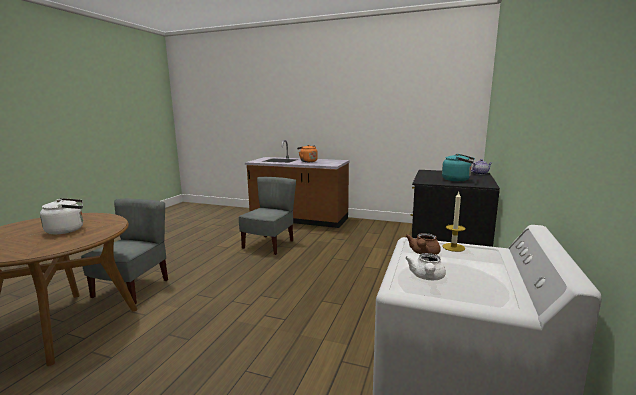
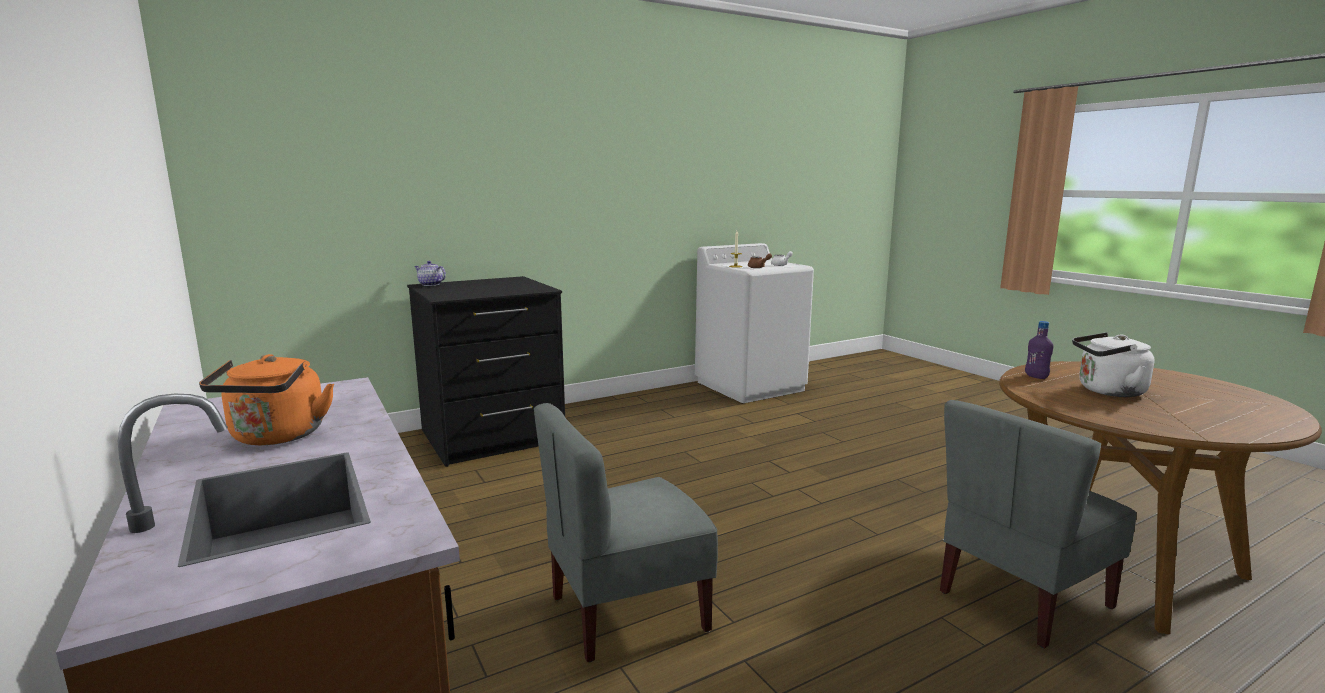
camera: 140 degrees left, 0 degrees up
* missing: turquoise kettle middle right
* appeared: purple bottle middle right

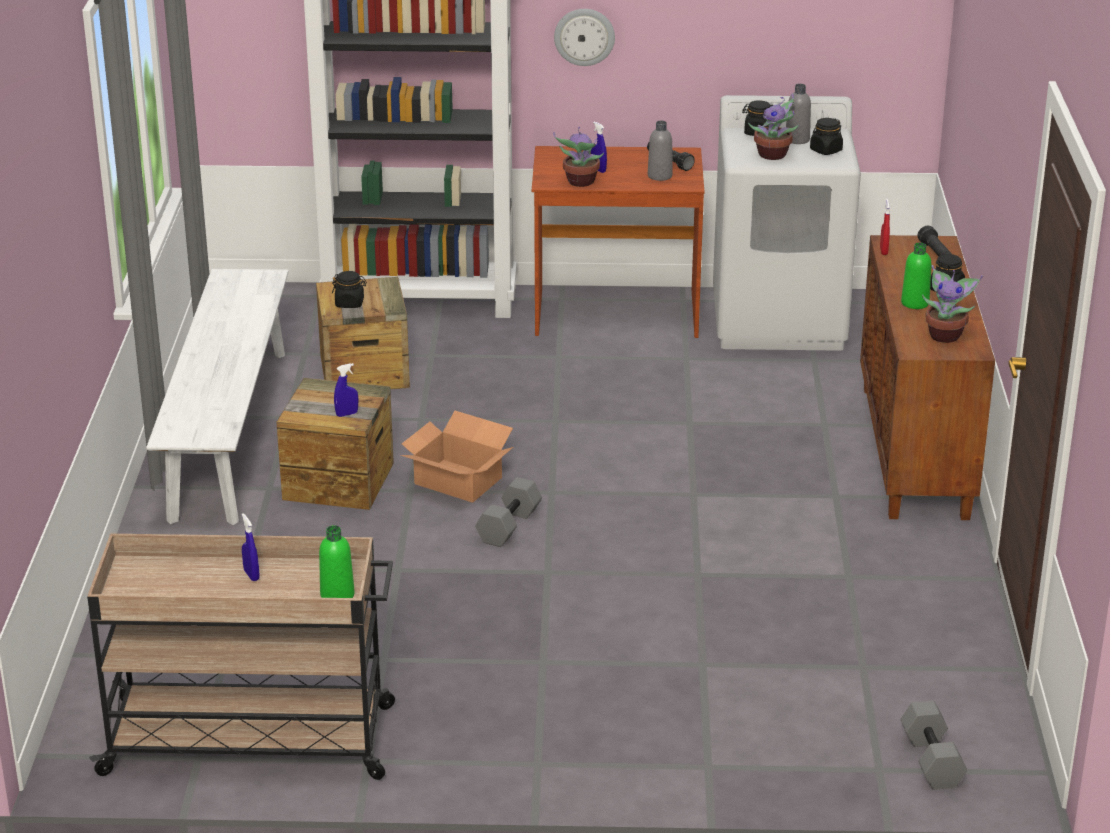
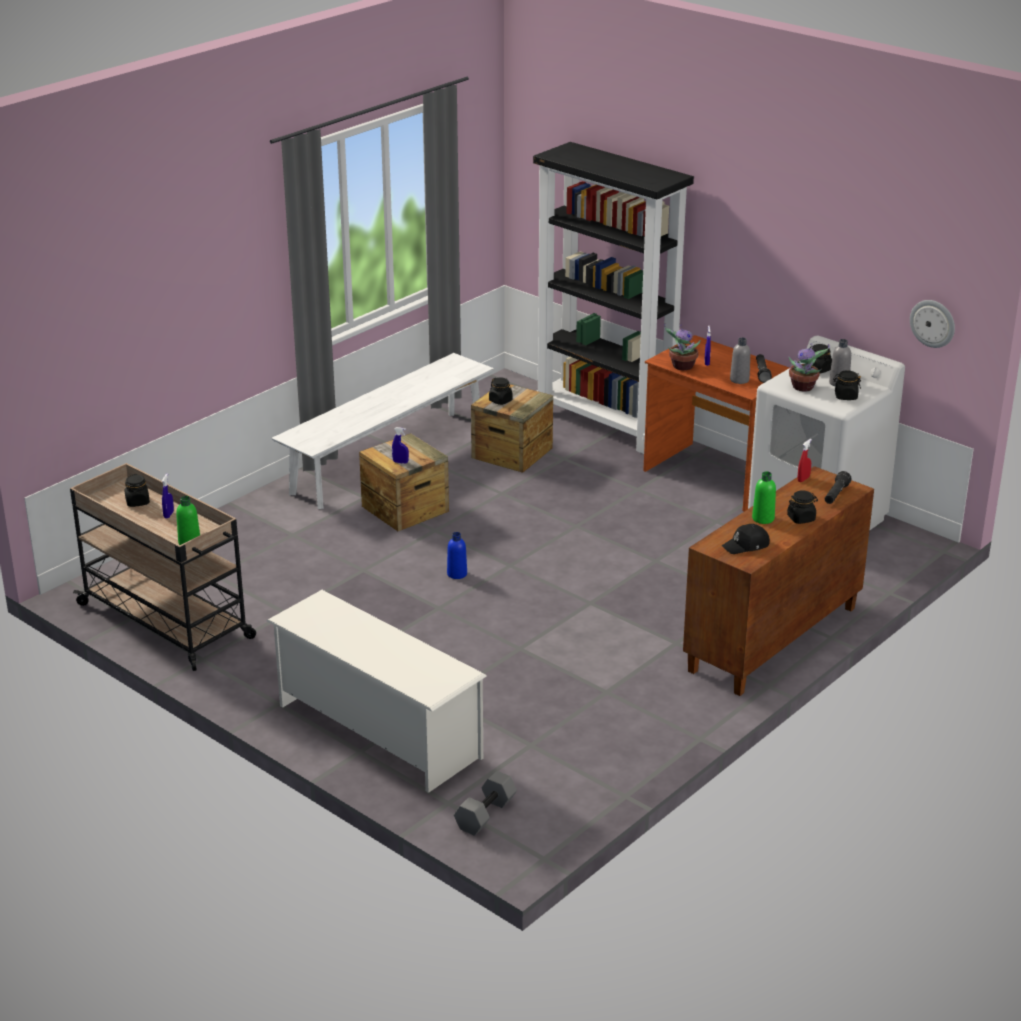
camera: 40 degrees right, 0 degrees up
* relocated: wall clock top centre to top right
* exchanged: potted plant (no. 3 from left) middle right to black cap middle right
* missing: cardboard box centre
* exchanged: grey dumbbell (no. 1 from left) centre to blue bottle centre
* appeared: black jar (no. 1 from left) middle left
* appeared: white shoe rack bottom centre

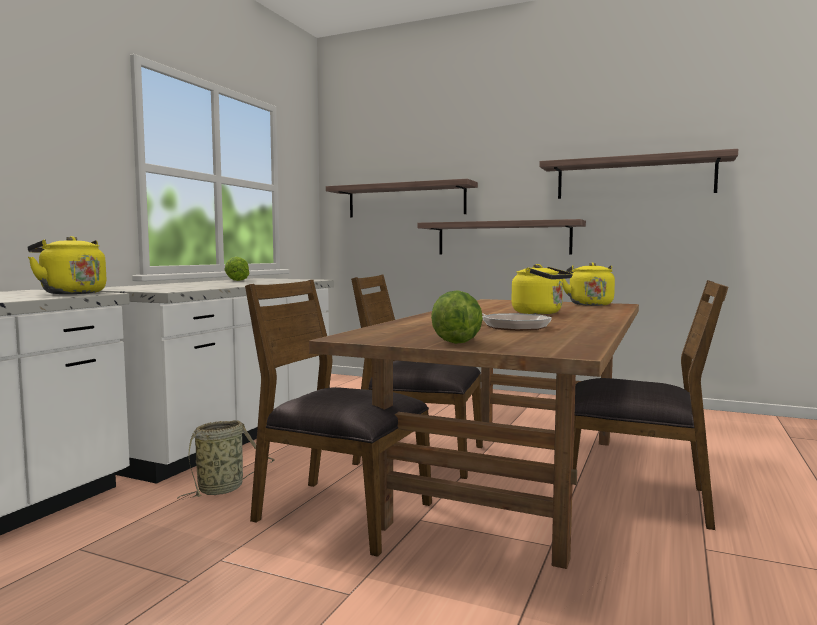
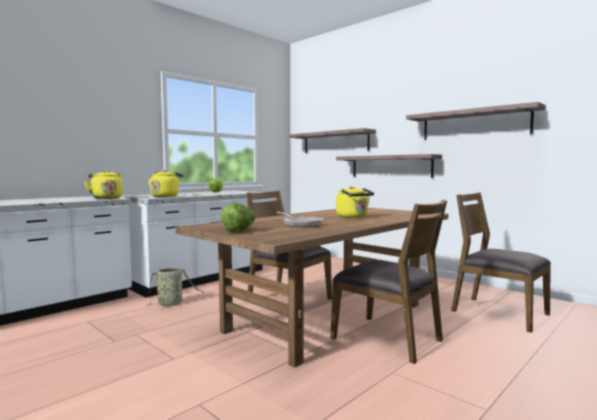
camera: 20 degrees right, 0 degrees up
* relocated: yellow kettle (no. 3 from left in the first image) middle right to yellow kettle (no. 2 from left) middle left
* relocated: brown chair (no. 1 from left in the first image) bottom centre to brown chair (no. 3 from left) middle right

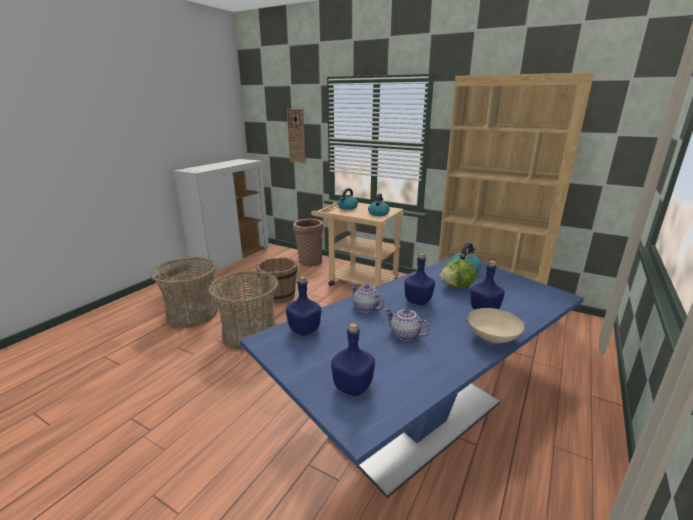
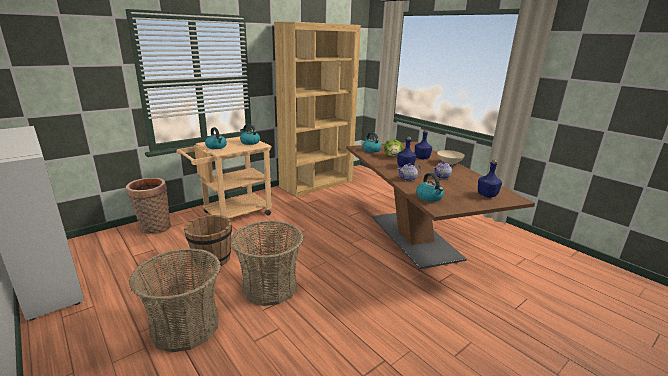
camera: 70 degrees left, 0 degrees up
* missing: wall clock top centre
* colour: blue dining table bottom centre to brown dining table centre
* exchanged: blue bottle (no. 1 from left) centre to kettle (no. 4 from left) centre

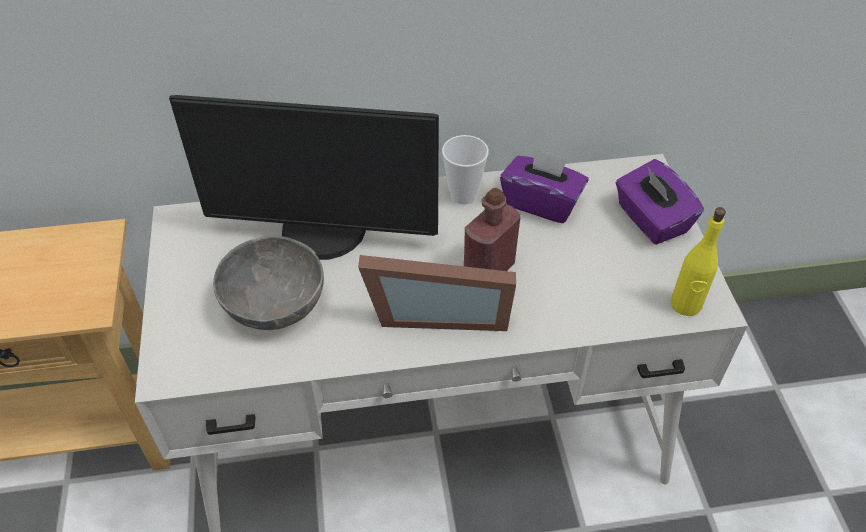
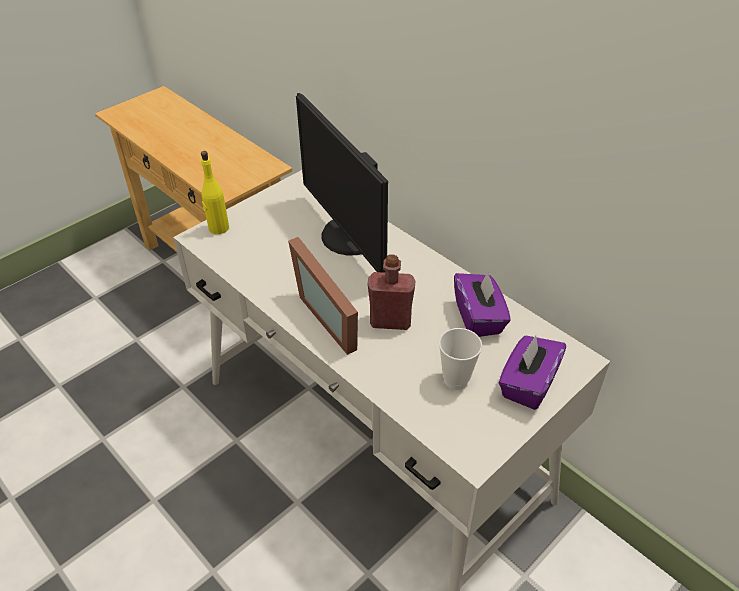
camera: 55 degrees right, 5 degrees down
* relocated: cup top centre to centre
* relocated: yellow bottle middle right to top left
* missing: grey bowl middle left

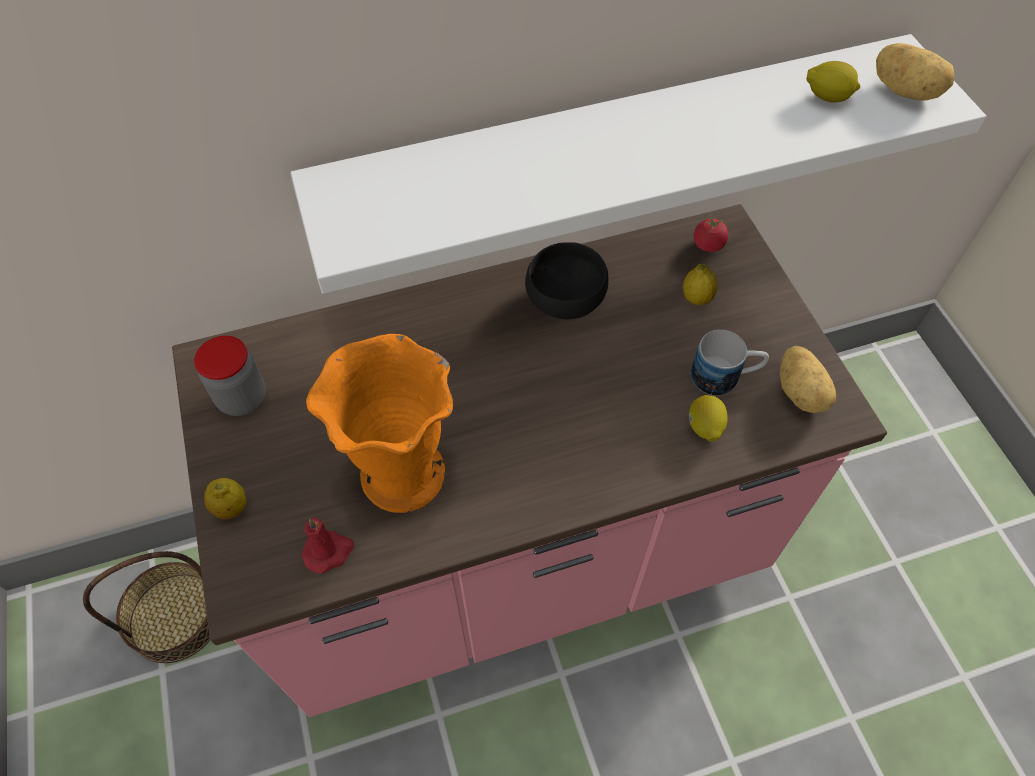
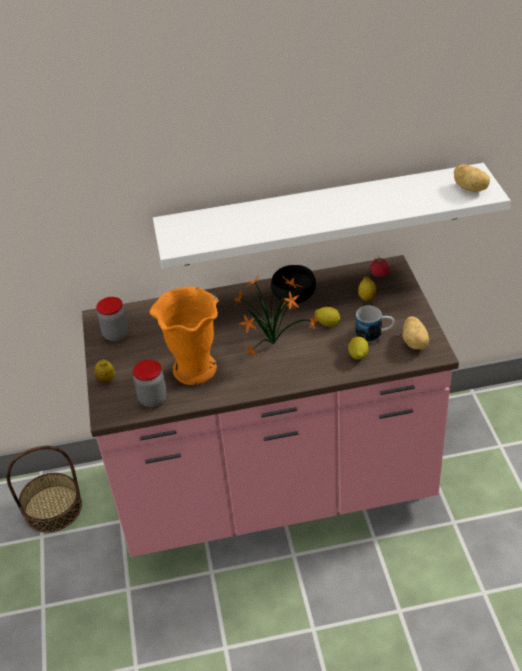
camera: 10 degrees right, 15 degrees down
* relocated: lemon (no. 4 from left in the first image) top right to lemon (no. 2 from left) centre
* exchanged: red candle bottom left to jar (no. 2 from left) middle left
* appeared: potted plant centre

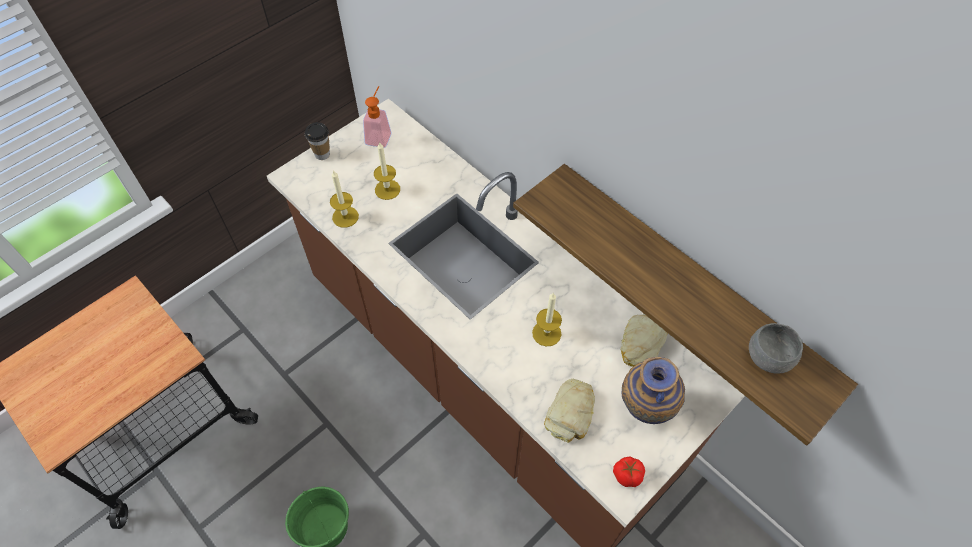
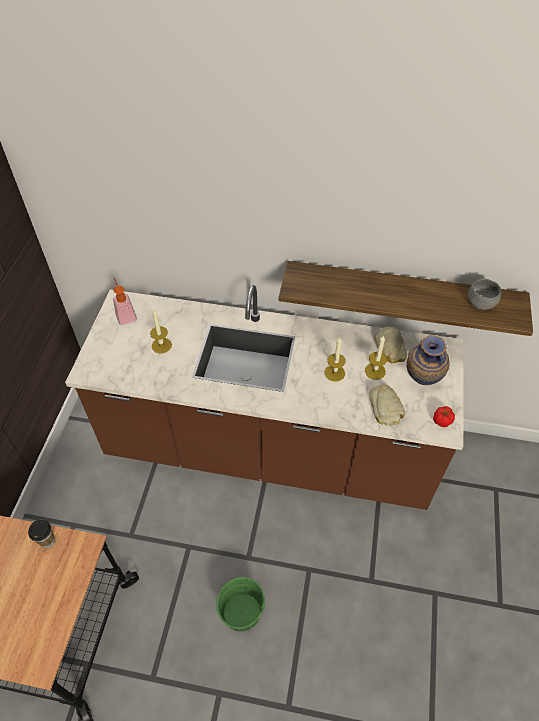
camera: 35 degrees left, 5 degrees down
* relocated: cup top left to bottom left
* relocated: candle (no. 1 from left in the first image) centre to candle (no. 3 from left) middle right

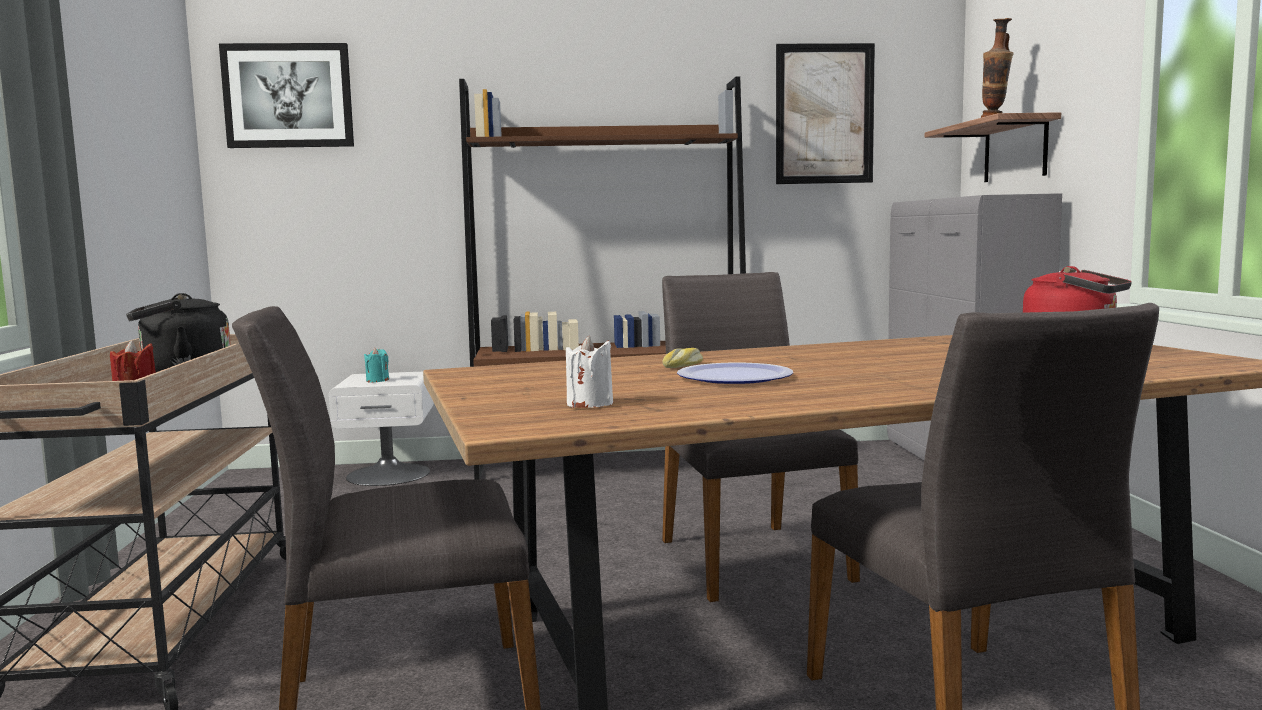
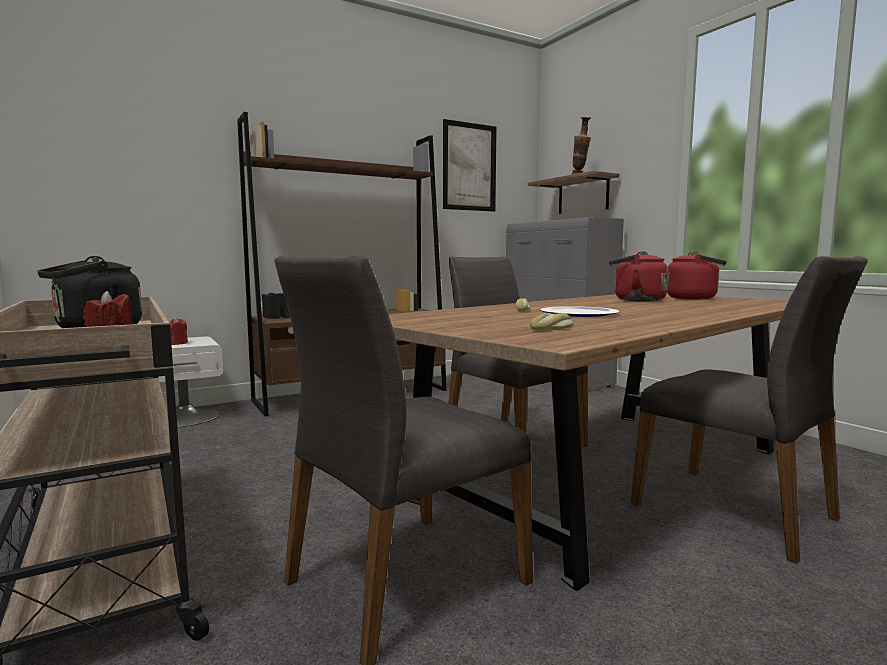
camera: 25 degrees left, 0 degrees up
* missing: picture (no. 1 from left) top left
* exchanged: white candle centre to bread (no. 2 from left) centre
* colour: turquoise candle middle left to red candle (no. 2 from left) middle left
* appeared: red kettle (no. 1 from left) middle right

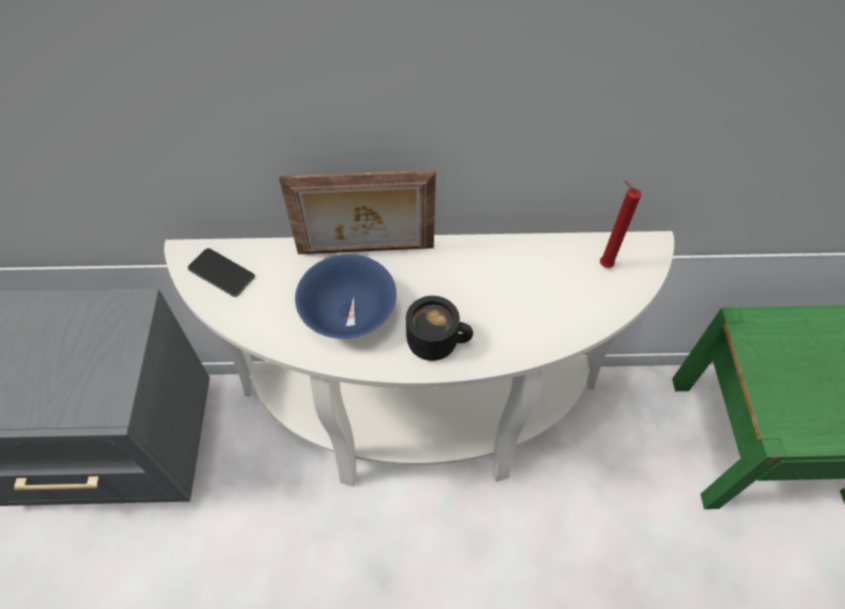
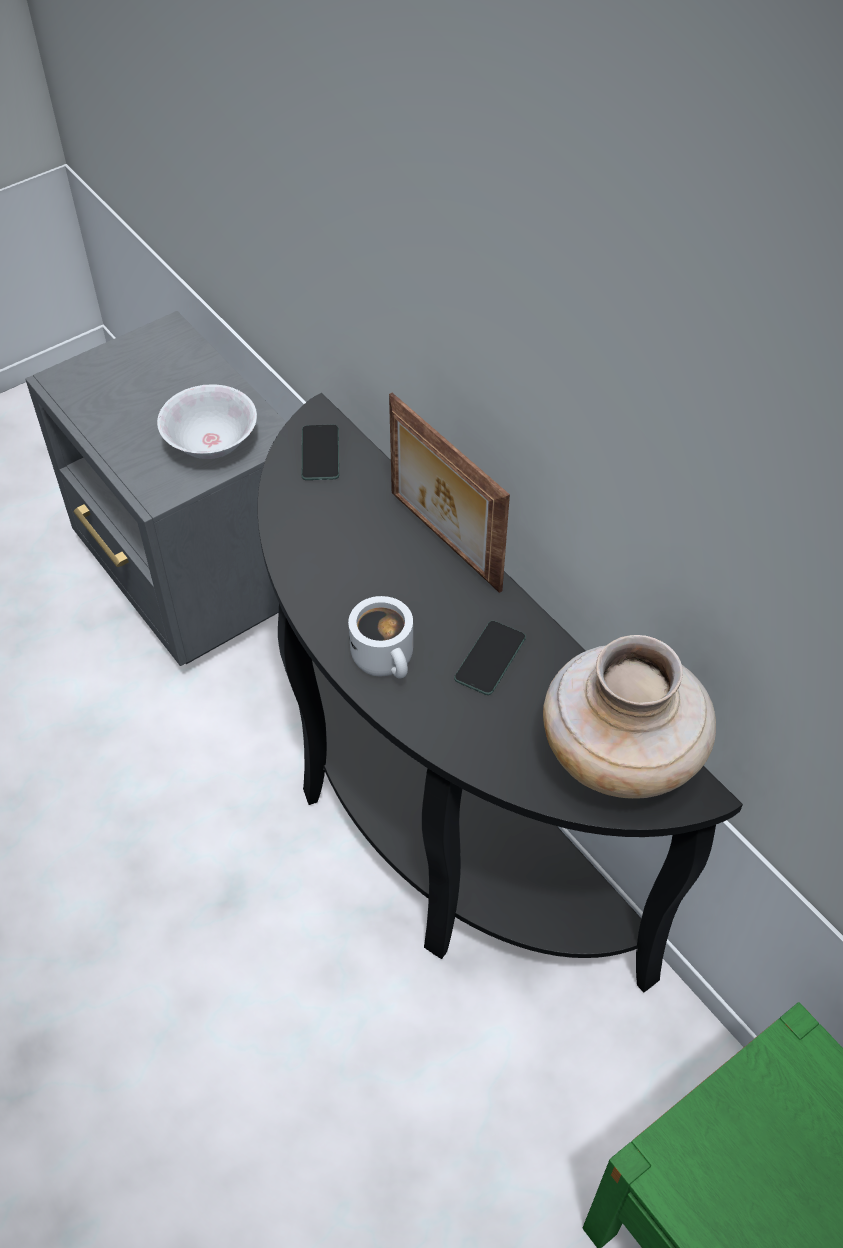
camera: 55 degrees right, 5 degrees down
* exchanged: red candle middle right to beige vase middle right
* colour: white console table centre to black console table centre
* missing: blue bowl centre
* colour: black mug centre to white mug centre
* appeared: white bowl middle left
* appeared: phone (no. 2 from left) centre

